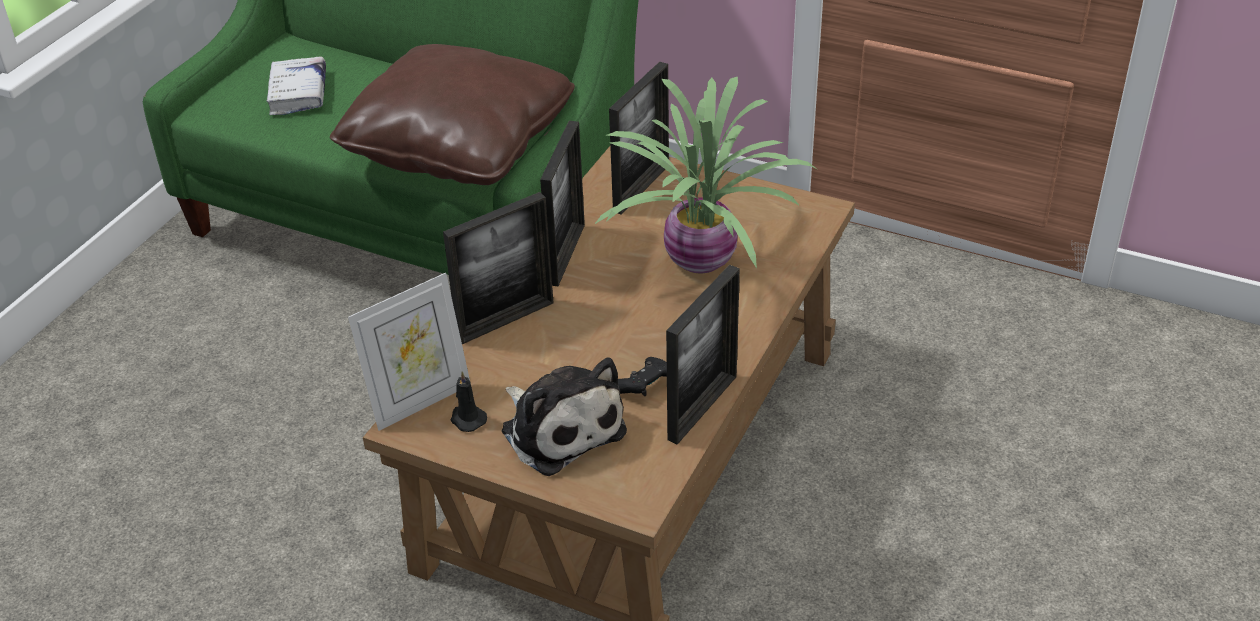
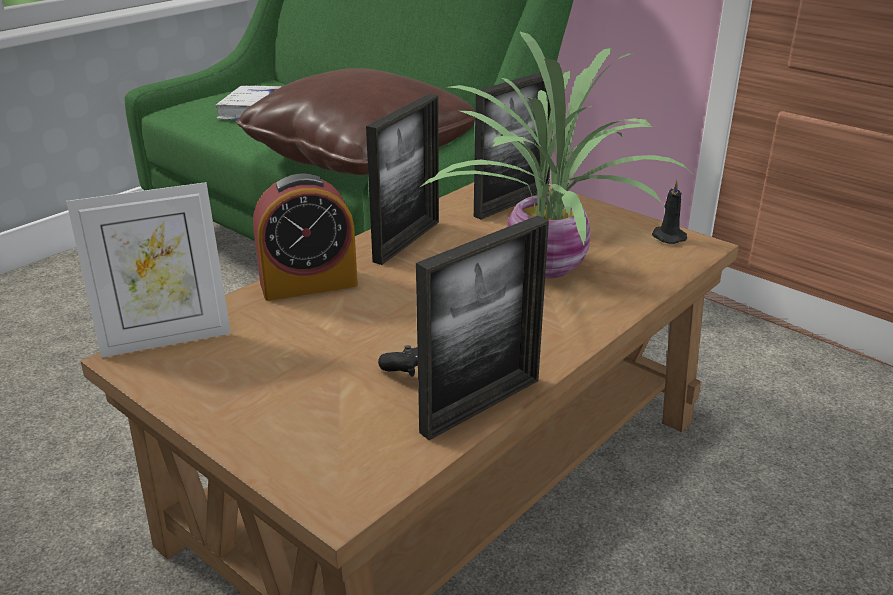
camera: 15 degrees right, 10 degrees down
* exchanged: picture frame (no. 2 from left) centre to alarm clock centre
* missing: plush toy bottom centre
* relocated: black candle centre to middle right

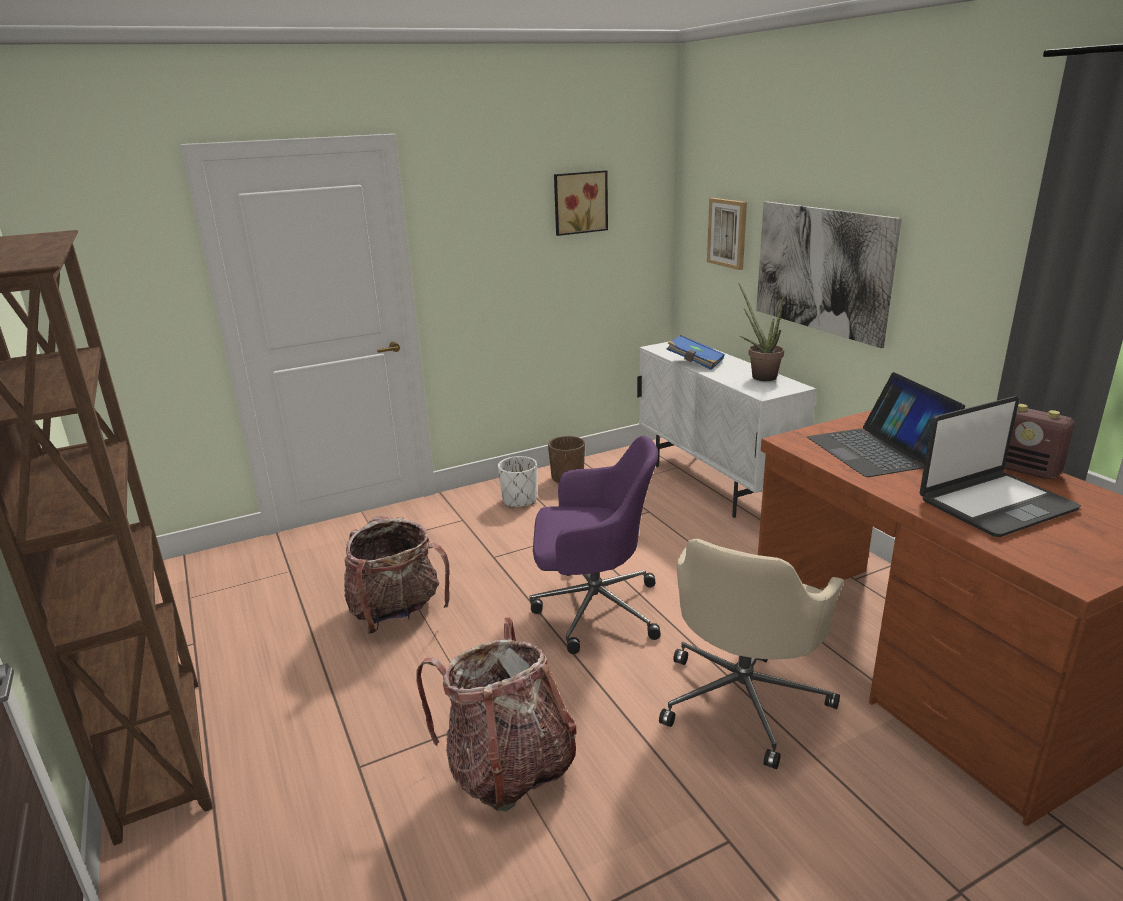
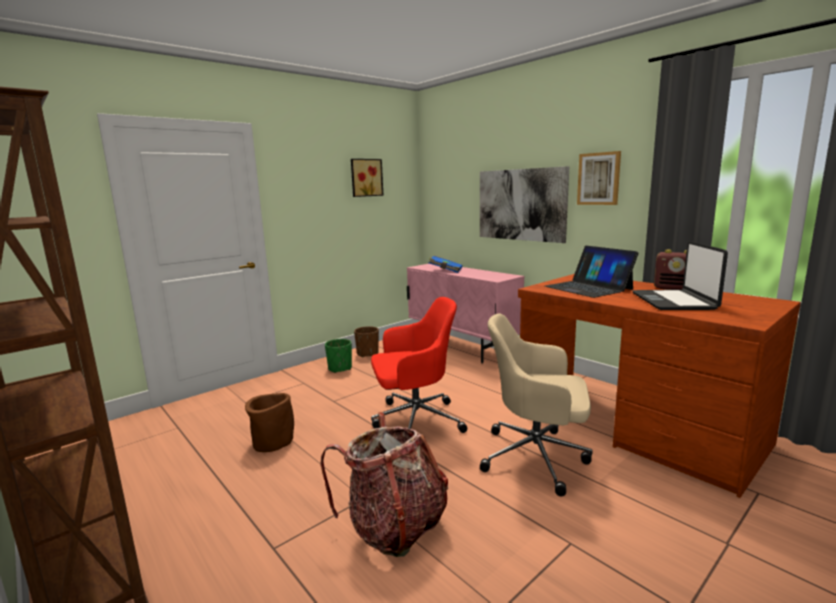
camera: 15 degrees left, 10 degrees down
* relocated: picture (no. 2 from left in the first image) top centre to picture (no. 3 from left) top right
* missing: potted plant middle right
* colour: white cabinet centre to pink cabinet centre
* spun: laptop (no. 2 from left) middle right = middle right 135 degrees clockwise
* colour: purple office chair centre to red office chair centre
* colour: white planter centre to green planter centre
* exchanged: backpack (no. 1 from left) centre to brown planter (no. 1 from left) bottom left
* spun: beige office chair bottom right = bottom centre 90 degrees clockwise

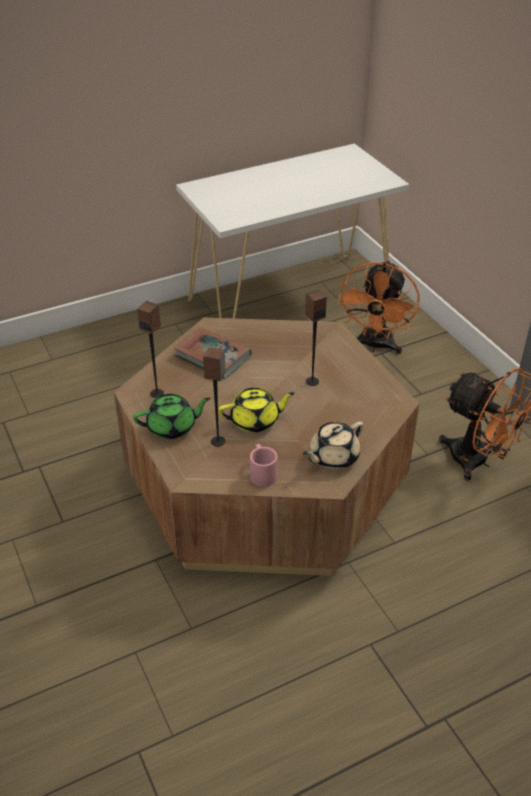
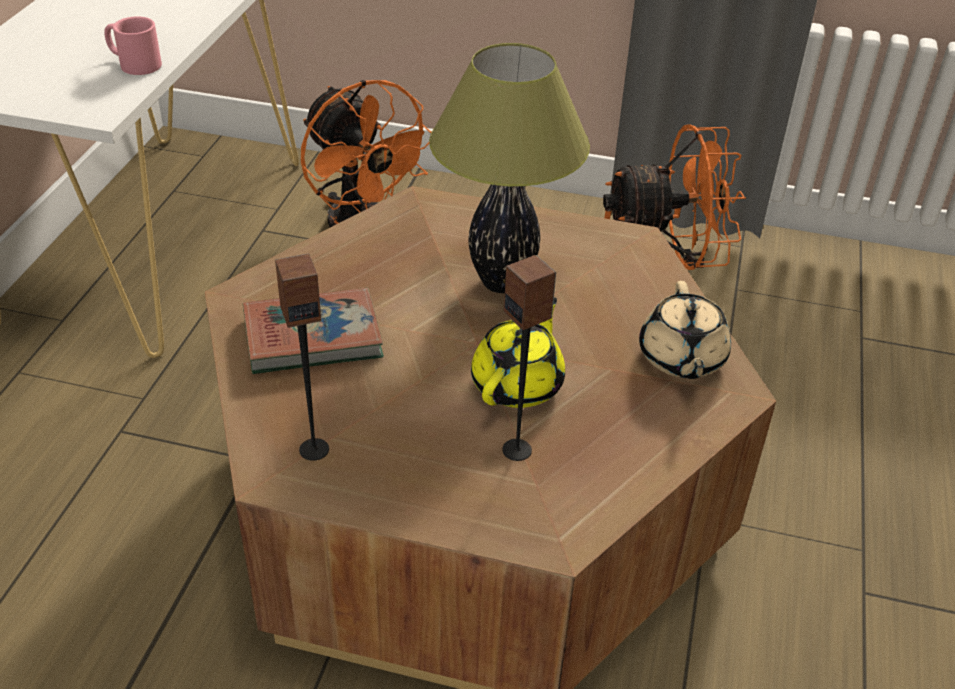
camera: 50 degrees left, 0 degrees up
* exchanged: speaker (no. 3 from left) centre to table lamp top centre
* missing: green teapot middle left
* relocated: pink mug centre to top left

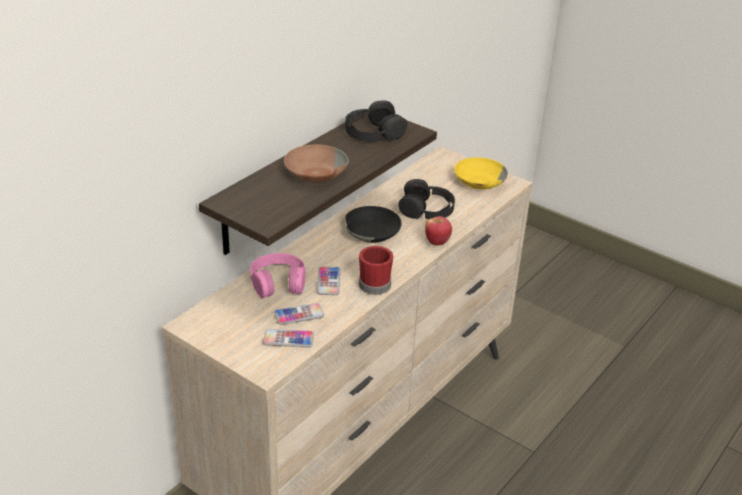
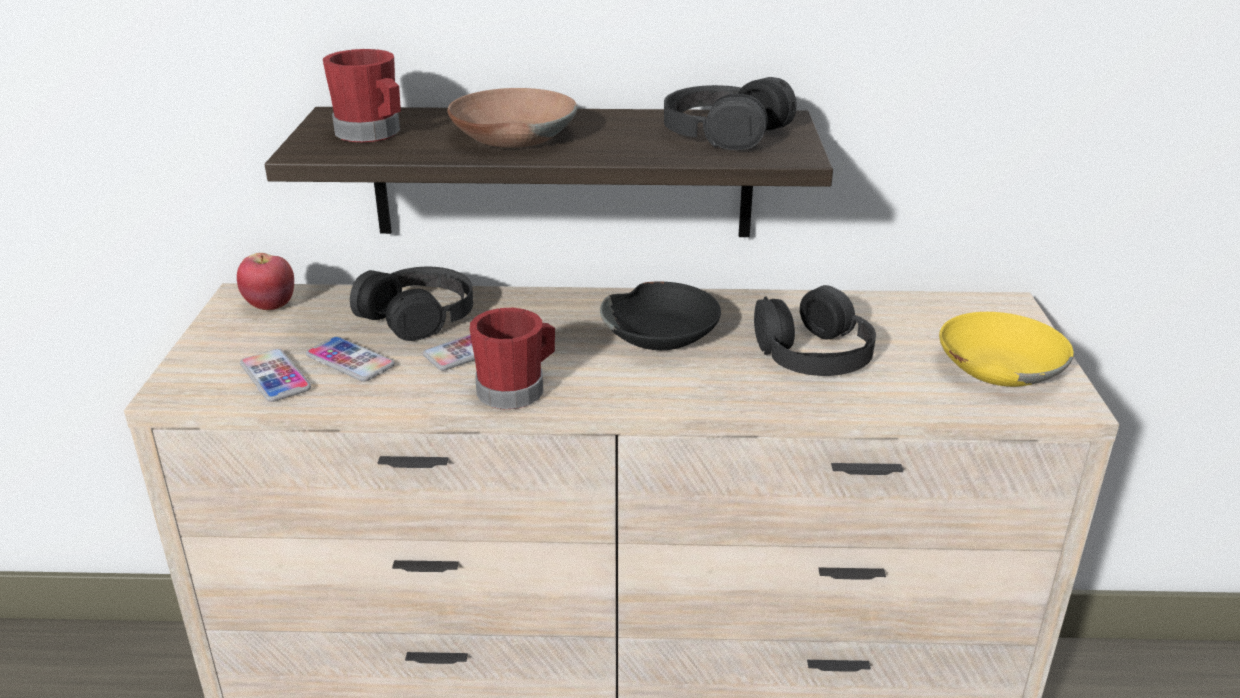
camera: 55 degrees right, 5 degrees down
* relocated: apple centre to middle left
* colour: pink headphones centre to black headphones (no. 1 from left) middle left
* appeared: red mug (no. 1 from left) top left

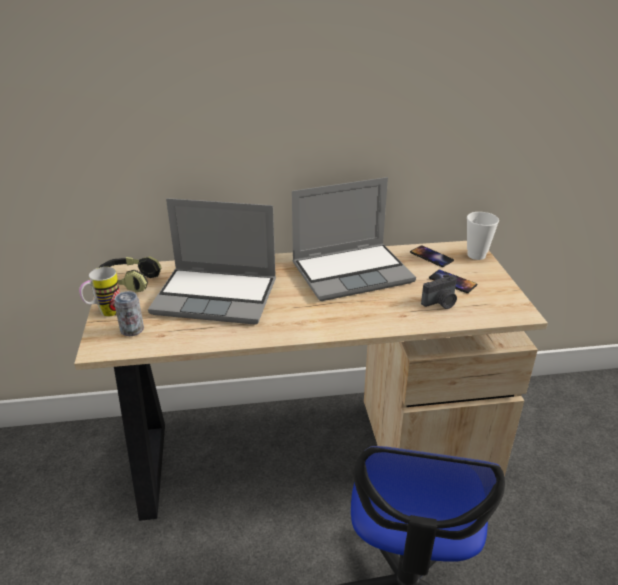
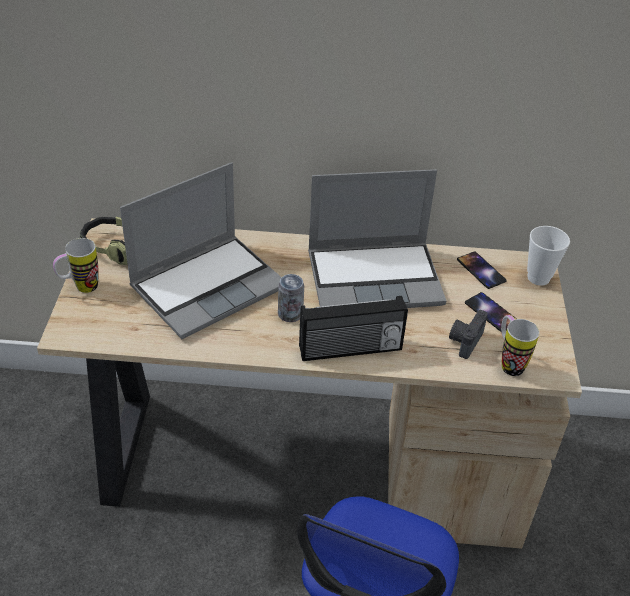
camera: 10 degrees right, 10 degrees up
* spun: laptop (no. 1 from left) centre = middle left 60 degrees counterclockwise
* spun: photo camera middle right = middle right 135 degrees clockwise
* relocated: can middle left to centre
* appeared: radio centre
* appeared: mug (no. 2 from left) middle right

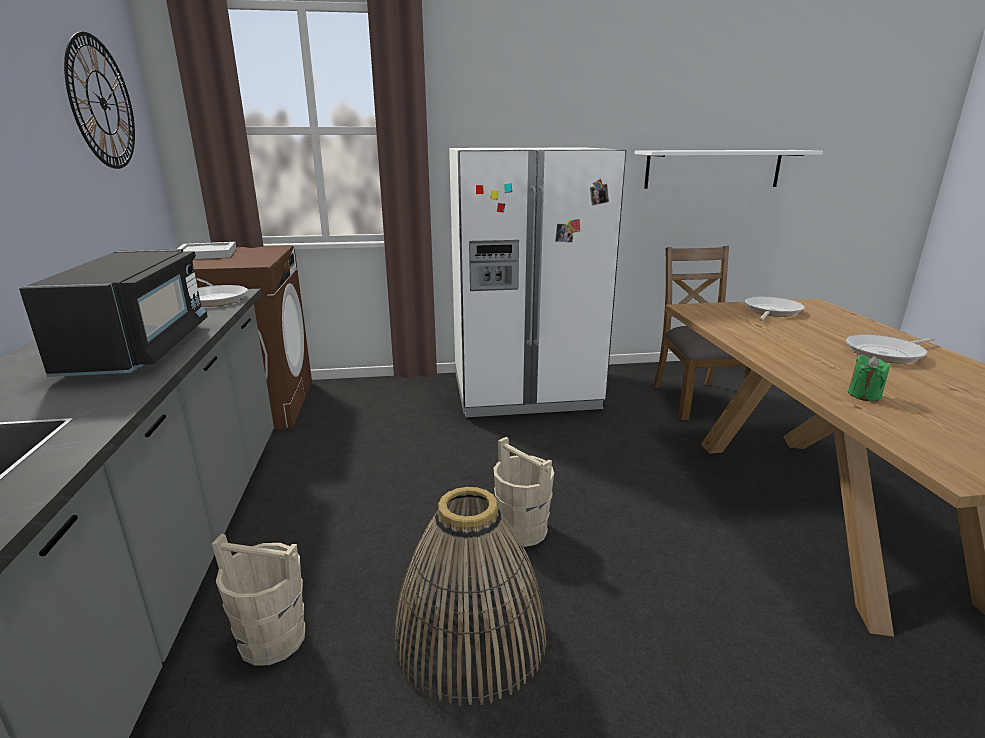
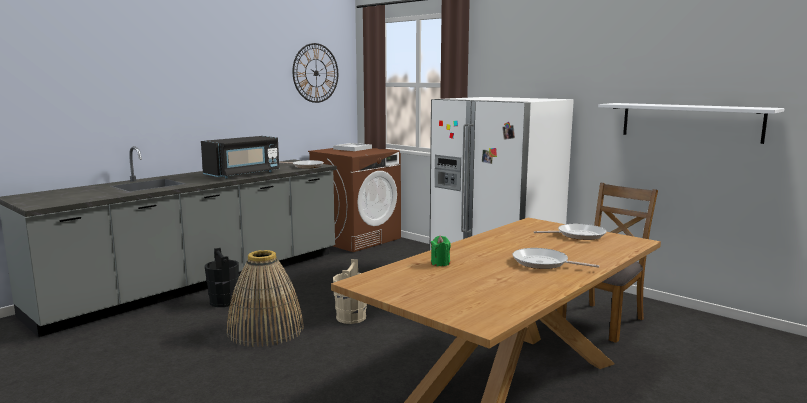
camera: 50 degrees right, 10 degrees down
* colour: beige bucket (no. 1 from left) bottom left to black bucket bottom left

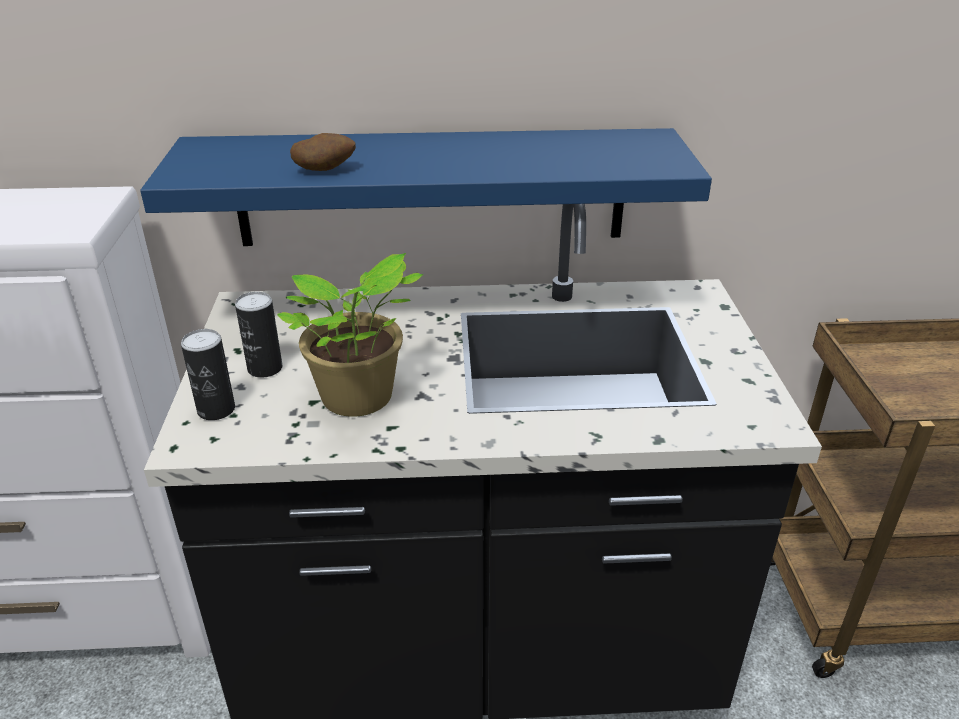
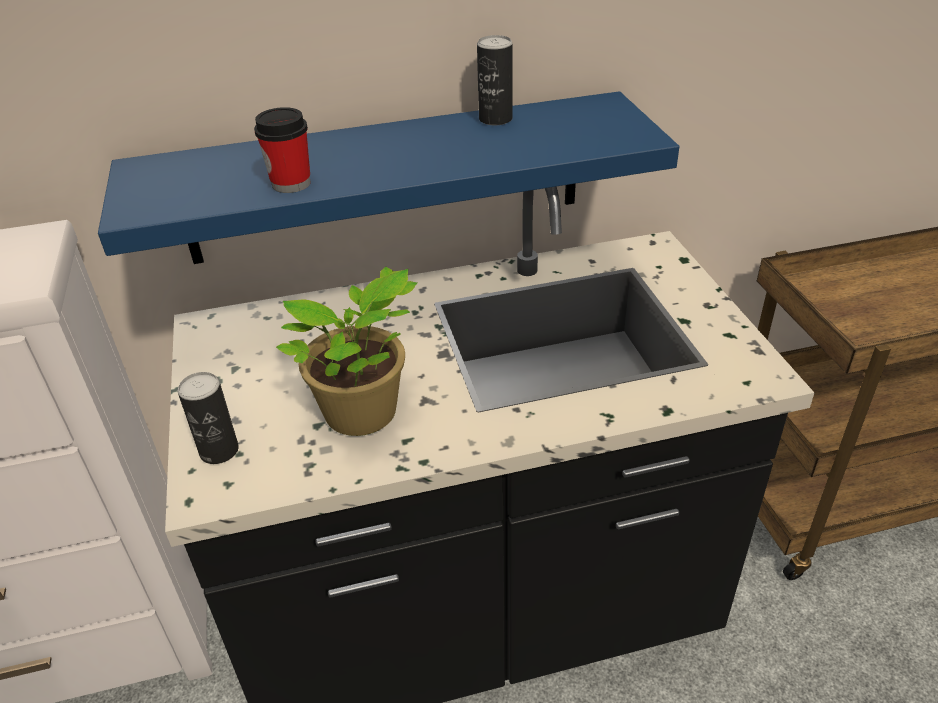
camera: 10 degrees left, 5 degrees up
* exchanged: potato top centre to cup top left
* relocated: can (no. 2 from left) middle left to top centre

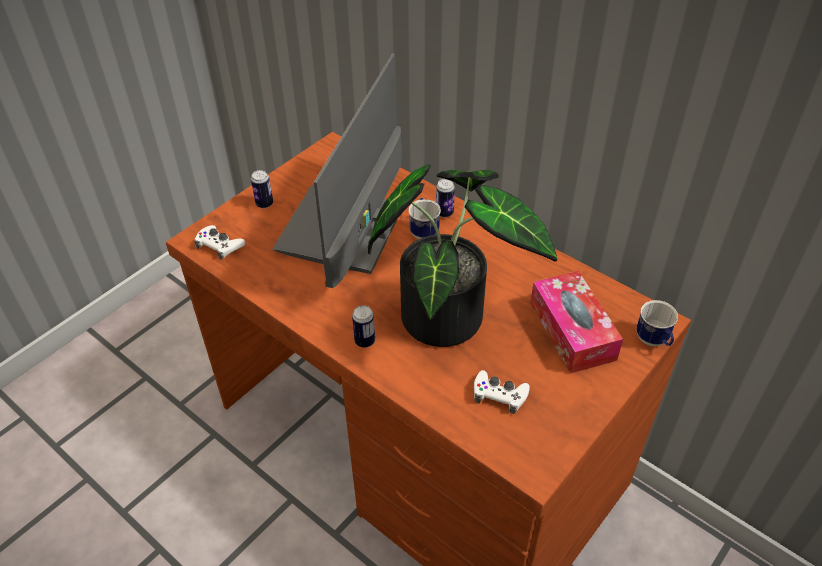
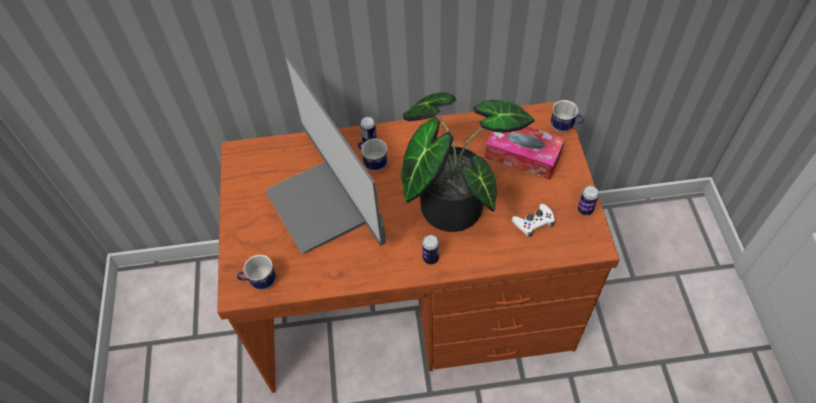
camera: 45 degrees left, 10 degrees up
* relocated: can (no. 1 from left in the first image) middle left to can (no. 3 from left) middle right
* exchanged: white game controller (no. 1 from left) middle left to mug (no. 1 from left) bottom left

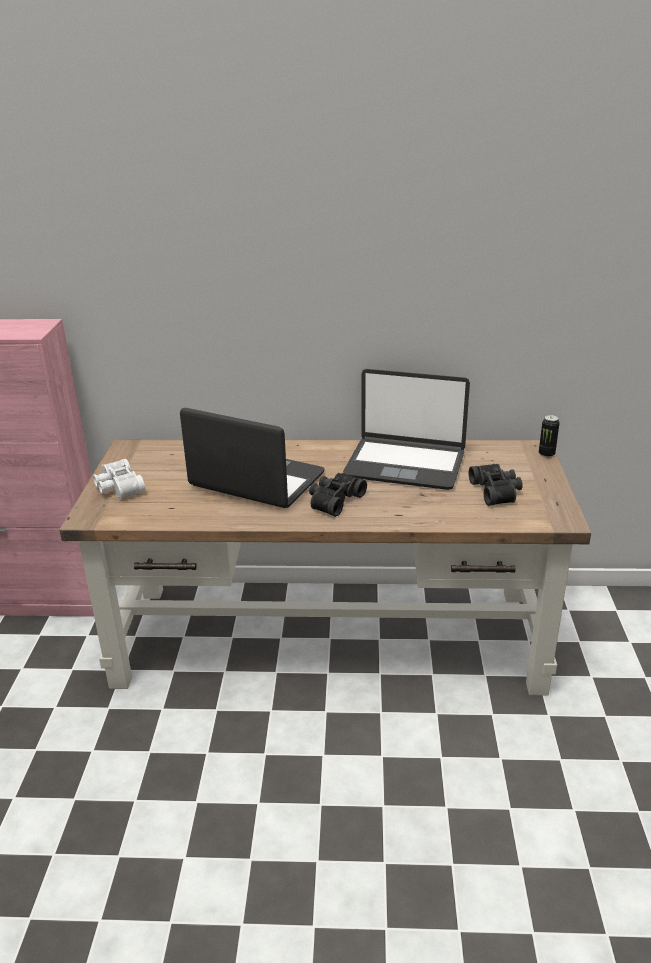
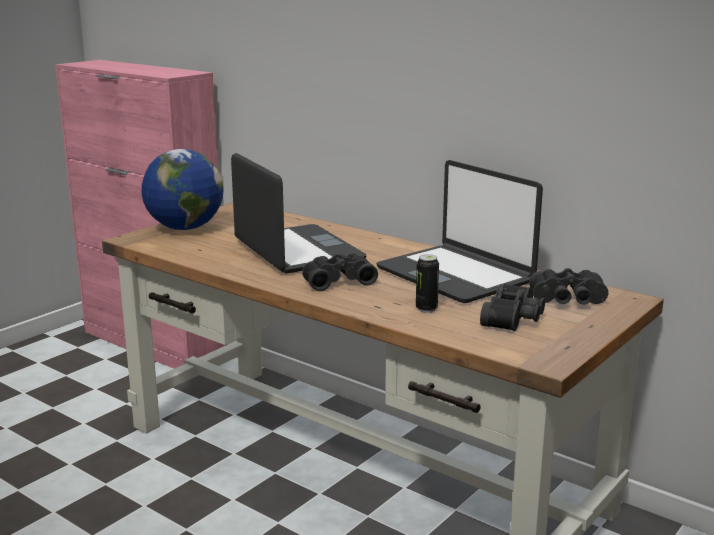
camera: 35 degrees right, 10 degrees down
* relocated: can middle right to centre
* exchanged: white binoculars middle left to globe middle left
* appeared: black binoculars (no. 3 from left) middle right

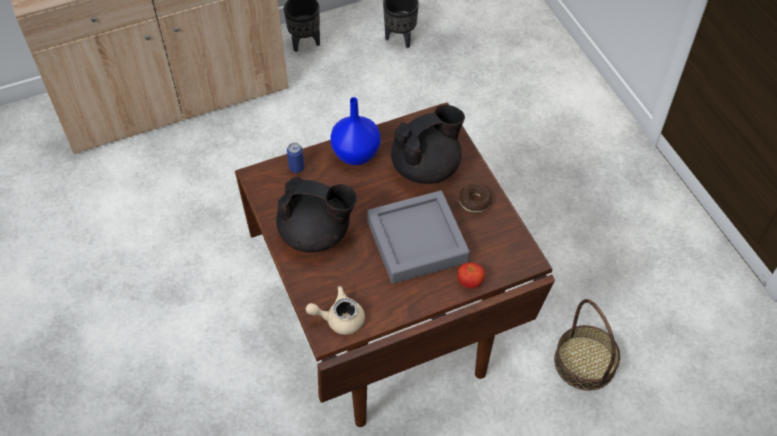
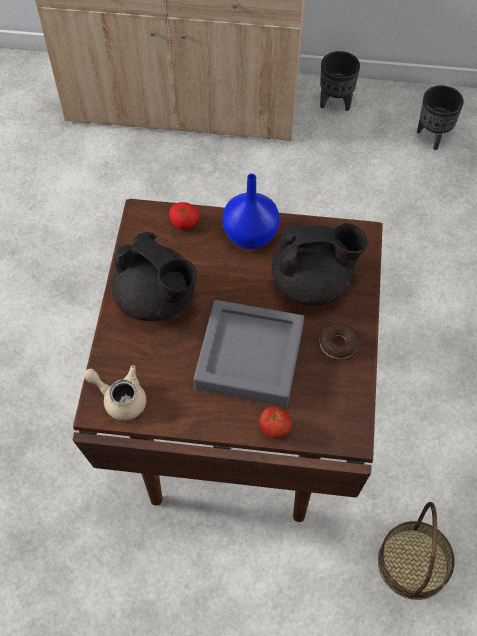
camera: 30 degrees right, 5 degrees up
* exchanged: can centre to tomato (no. 1 from left) centre

